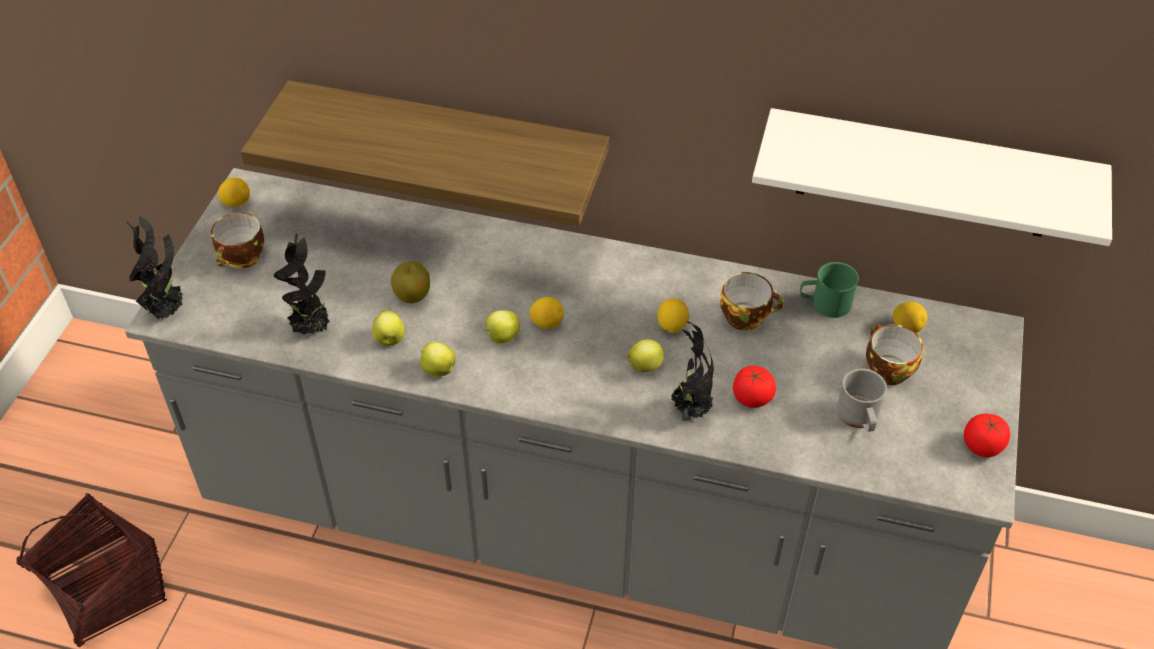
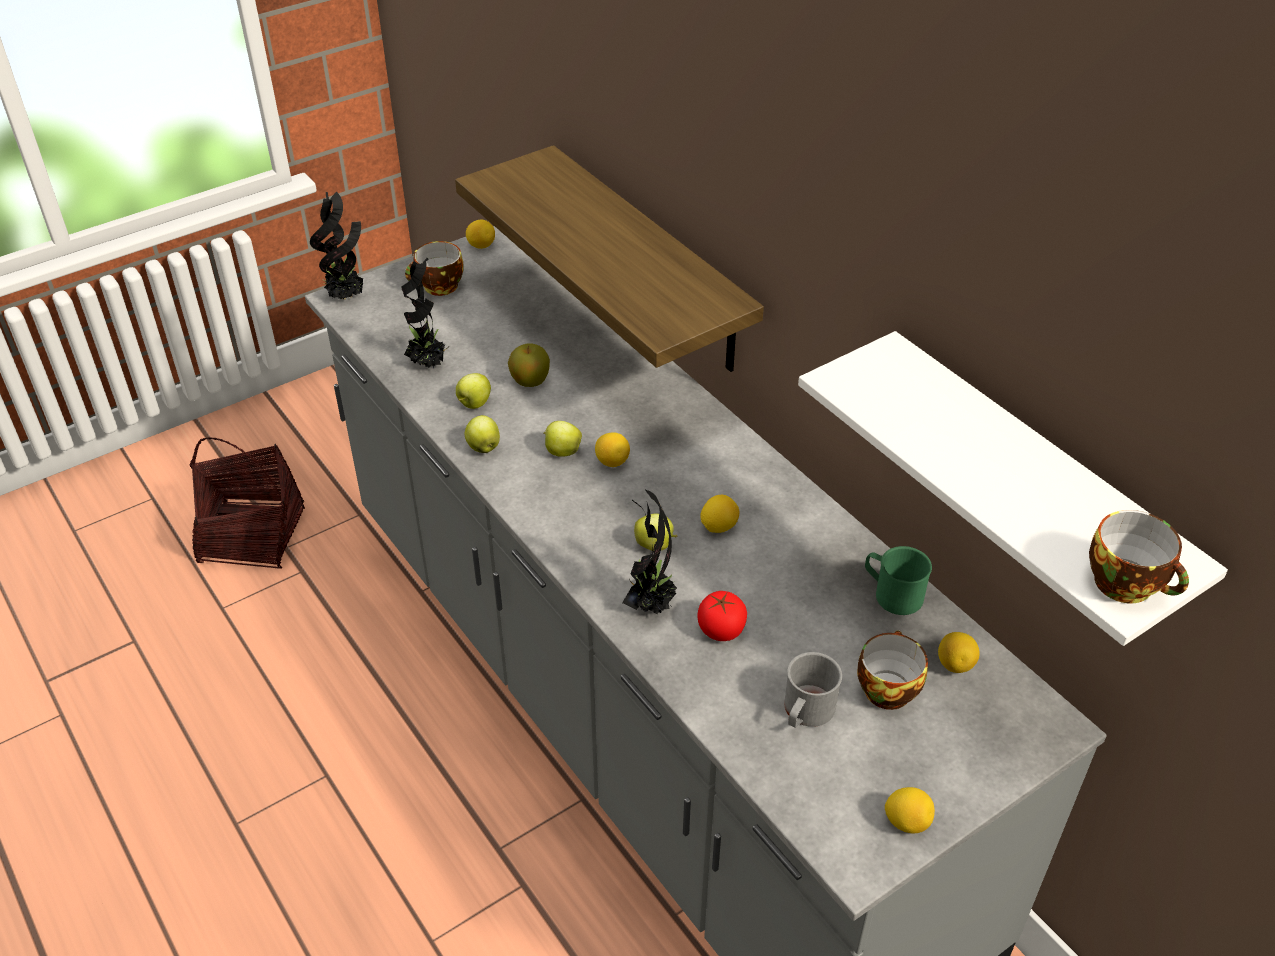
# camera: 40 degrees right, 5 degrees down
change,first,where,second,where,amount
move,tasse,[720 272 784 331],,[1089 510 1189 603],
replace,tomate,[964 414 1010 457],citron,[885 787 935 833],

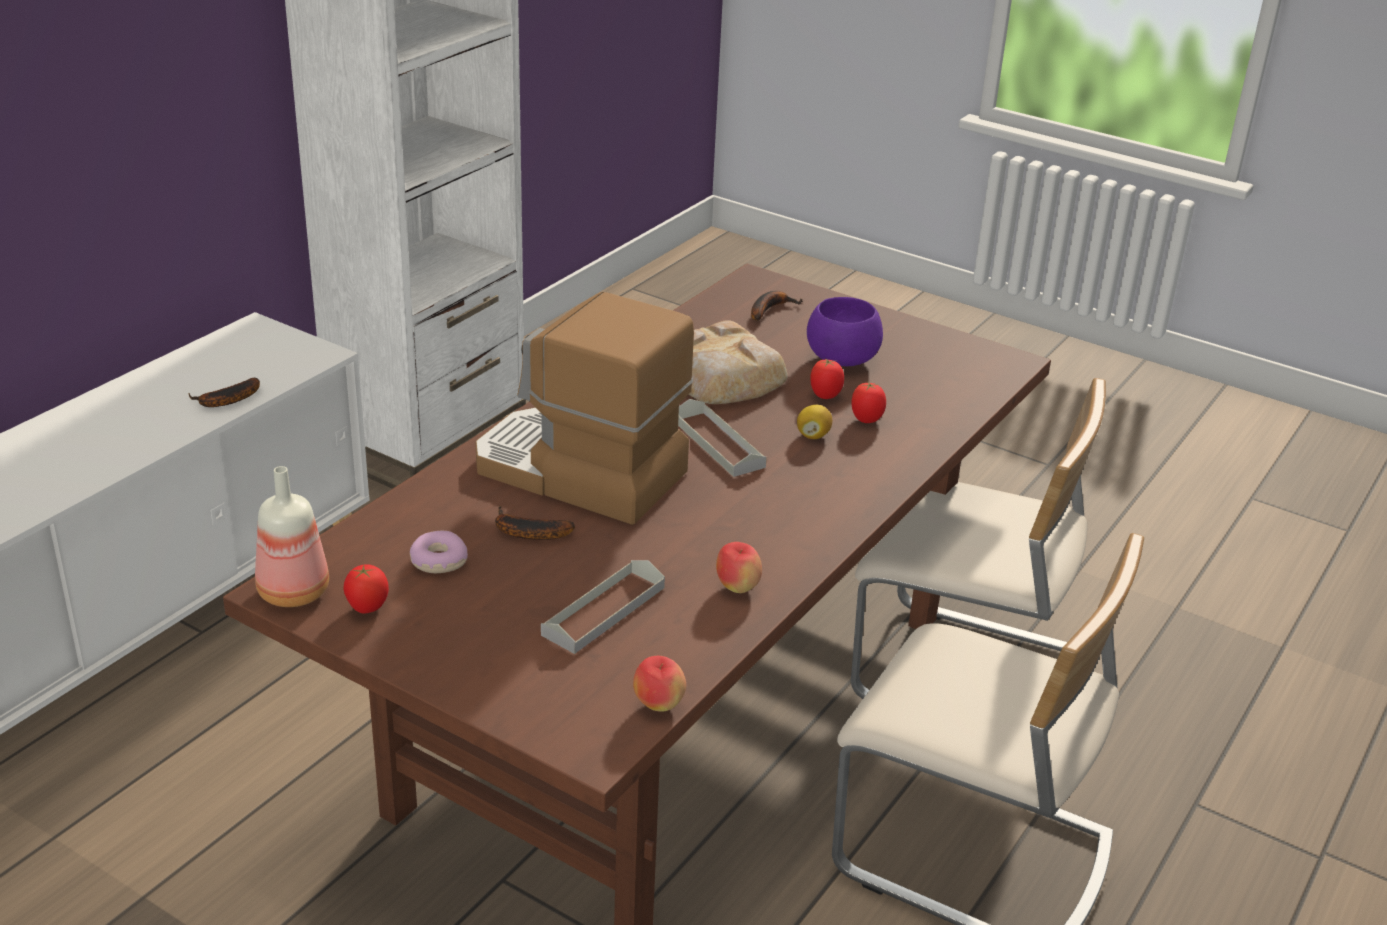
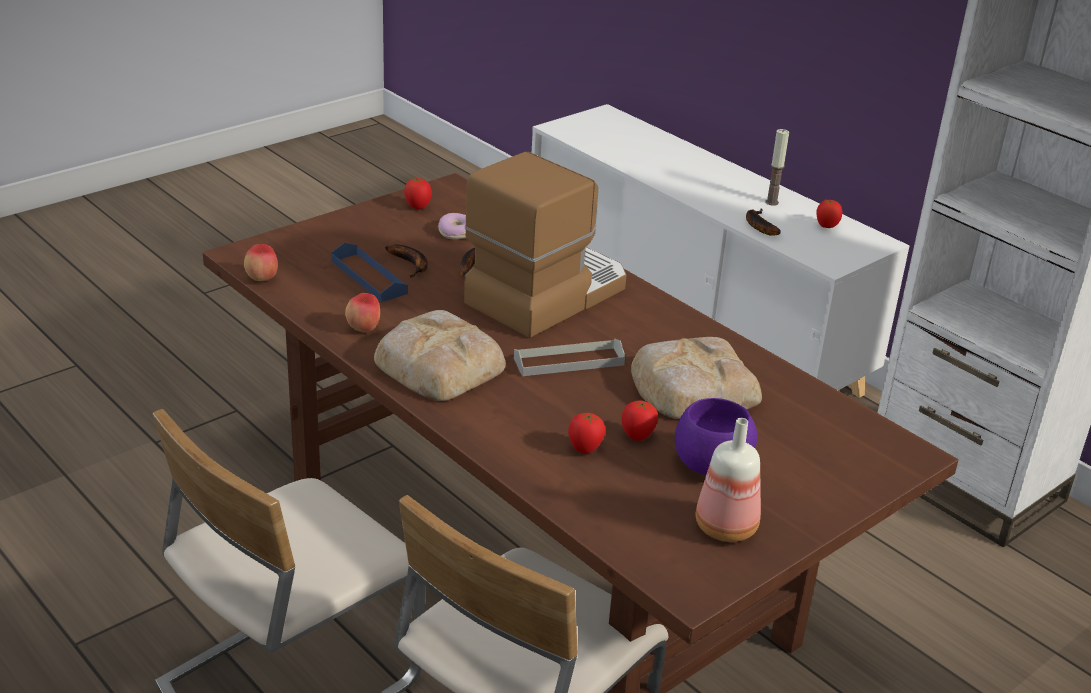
# camera: 105 degrees right, 0 degrees up
change,first,where,second,where,amount
move,bouteille,[255 466 329 607],,[696 418 761 542],
recolor,plateau [gris],[541 560 665 654],plateau [bleu],[331 243 408 302],
move,banane,[751 291 803 321],,[385 244 428 278],
delete,citron,[797 405 832 439],,,
insert,,,pain,[374 310 506 401],
insert,,,bougie,[765 129 789 206],
insert,,,tomate,[816 200 842 228],

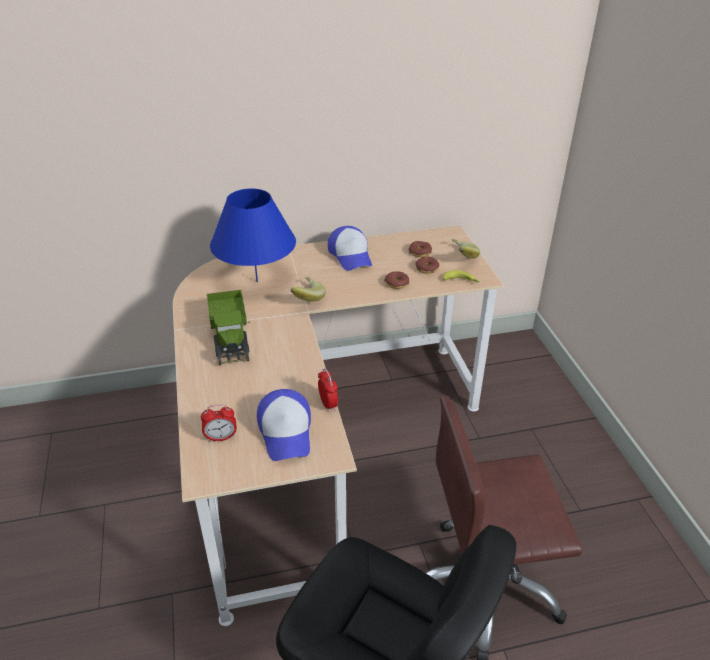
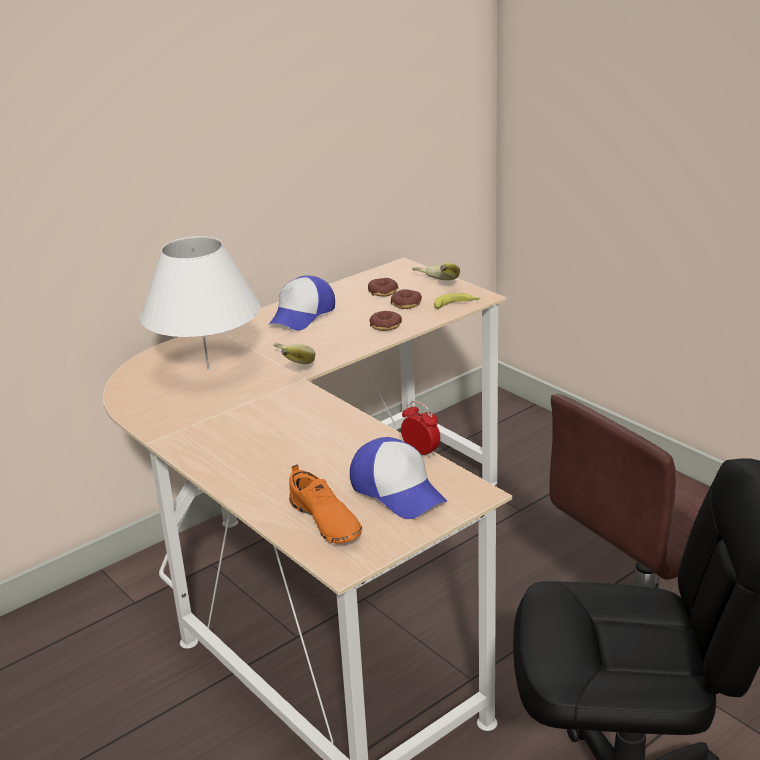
# camera: 25 degrees left, 10 degrees down
change,first,where,second,where,amount
replace,réveil,[201 404 237 442],chaussure [orange],[289 464 362 543],
delete,camion jouet,[207 290 250 365],,,
recolor,lampe de table [bleu],[210 188 296 282],lampe de table [blanc],[140 236 260 370],
rotate,casquette,[328 226 372 271],,[269 275 335 330],75 degrees clockwise

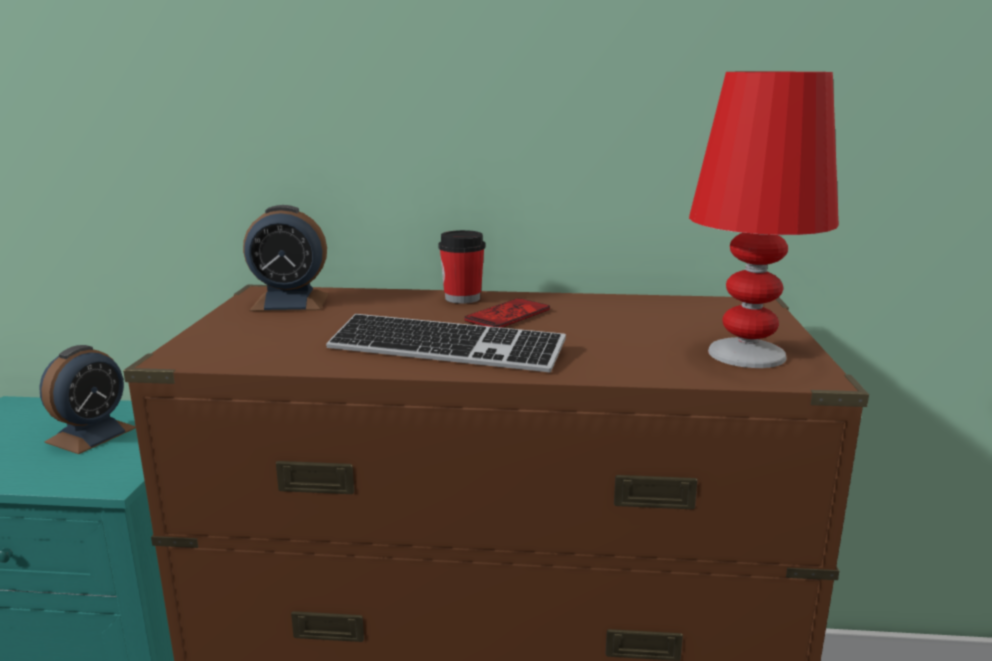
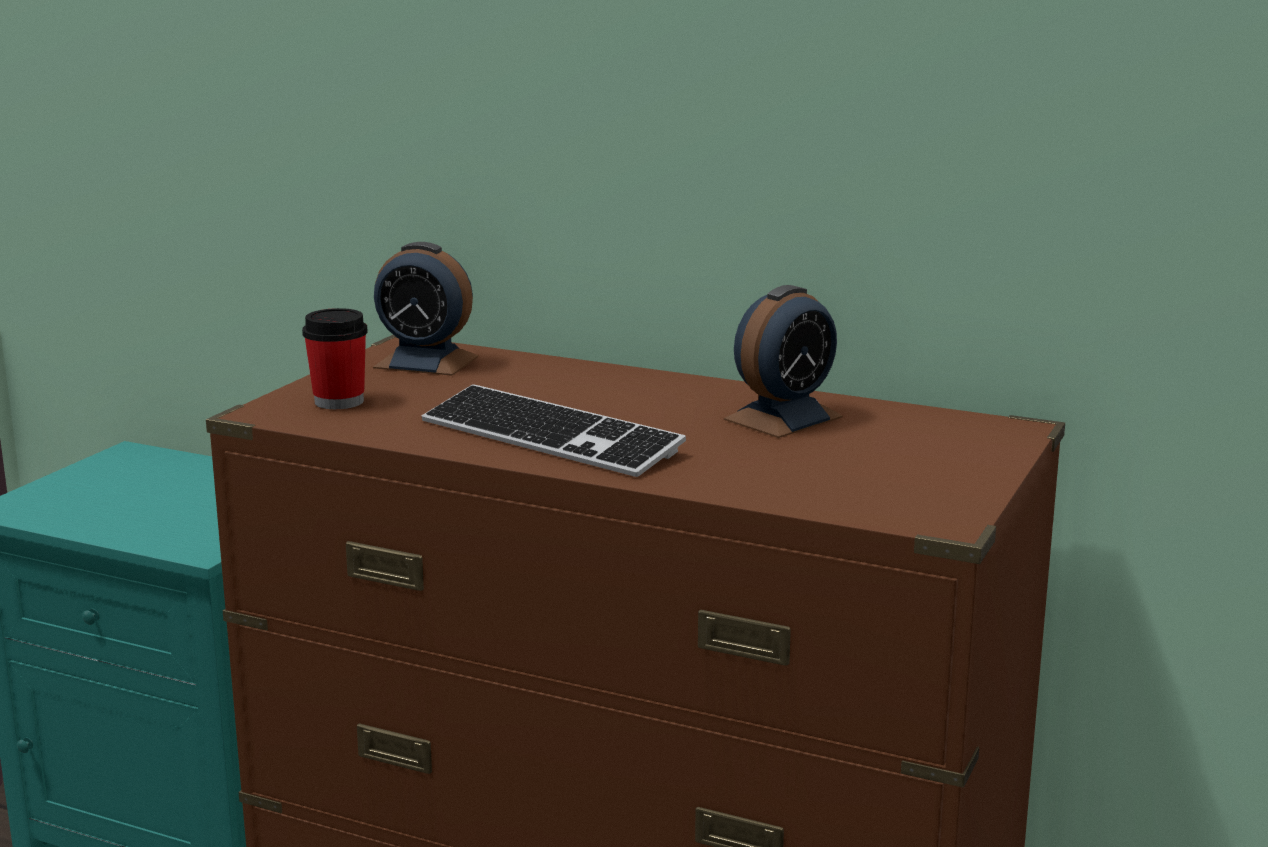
# camera: 20 degrees right, 0 degrees up
change,first,where,second,where,amount
move,réveil,[39 345 136 454],,[724 285 843 438],
move,tasse,[438 230 485 304],,[302 308 368 409],
delete,téléphone,[464 298 550 328],,,
delete,lampe de table [rouge],[689 72 839 368],,,

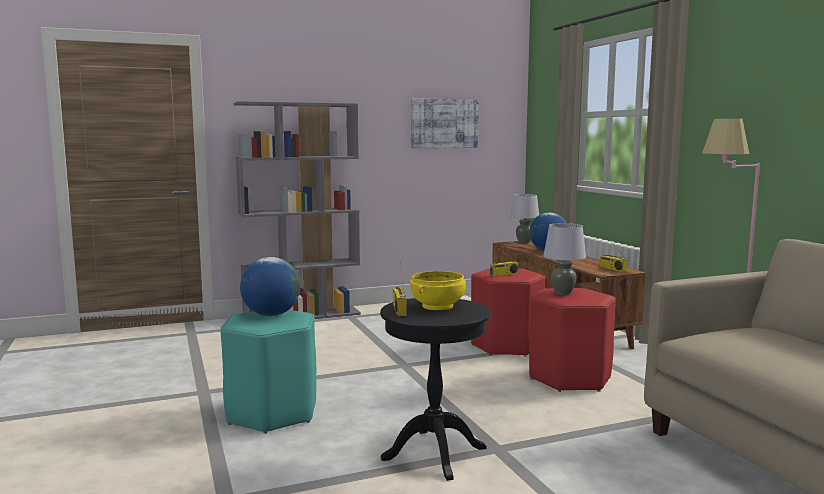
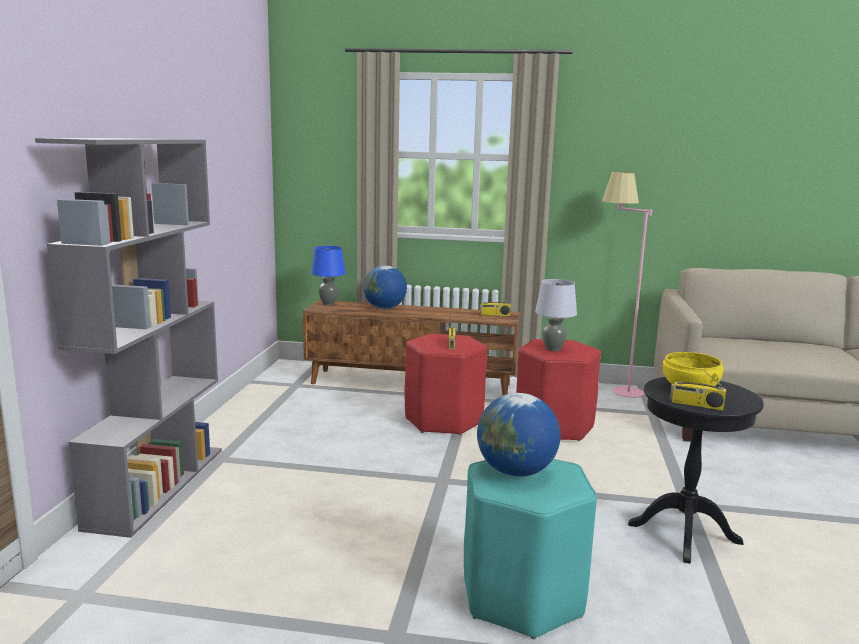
# camera: 60 degrees left, 5 degrees up
change,first,where,second,where,amount
delete,tableau,[411 98 479 148],,,
recolor,lampe de table [gris],[510 194 539 244],lampe de table [bleu],[311 246 346 305],

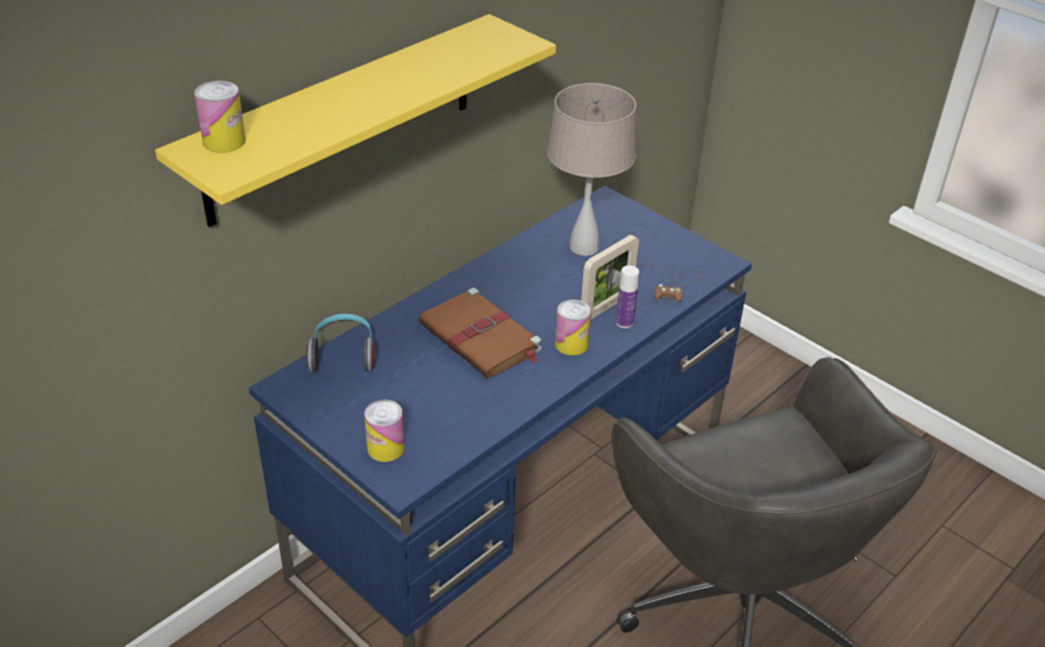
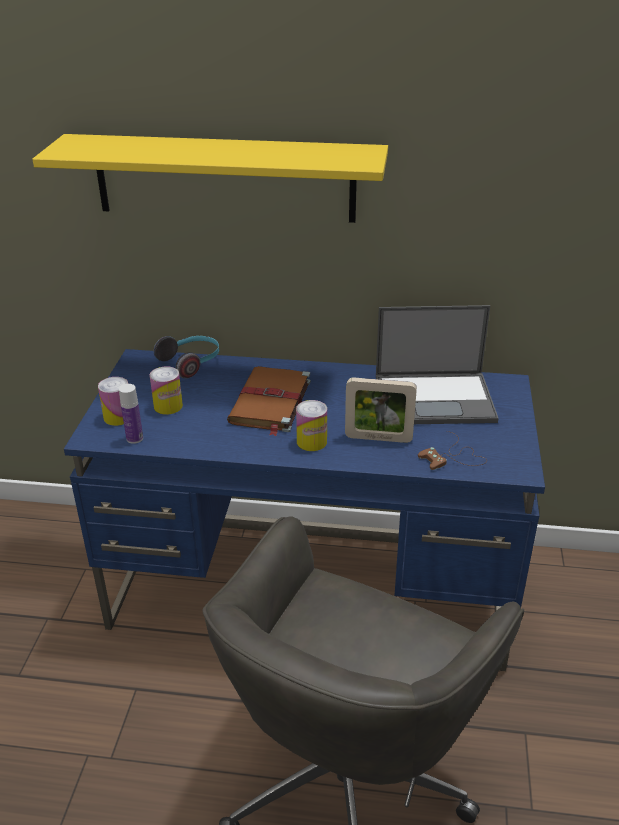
# camera: 55 degrees right, 5 degrees down
change,first,where,second,where,amount
move,boîte métallique,[194 81 246 153],,[150 366 183 415],
replace,lampe de table [beige],[547 83 636 256],ordinateur portable,[376 305 499 424],
move,bouteille,[616 265 639 328],,[119 384 143 444],

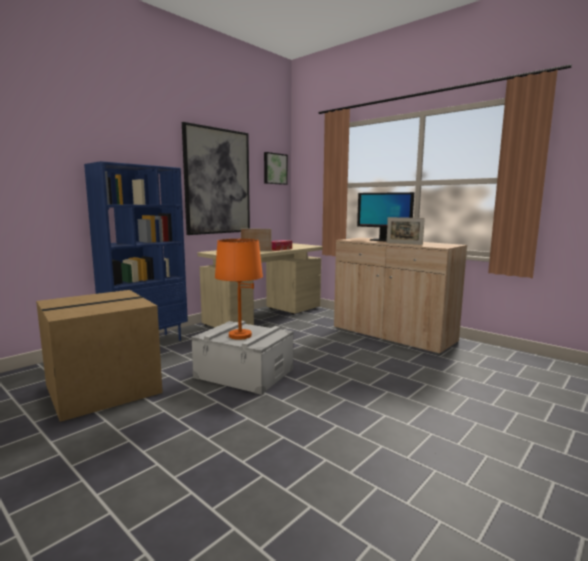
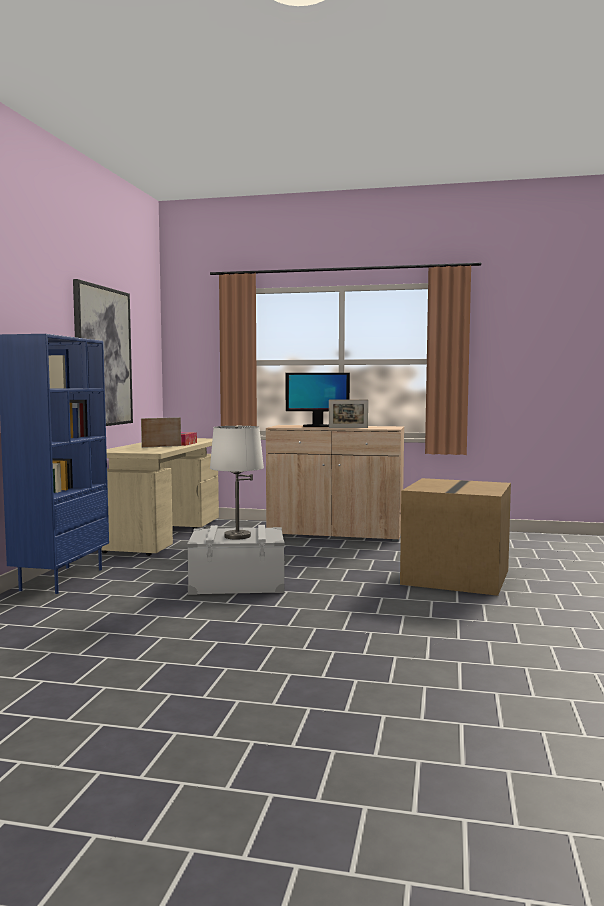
# camera: 30 degrees left, 5 degrees down
change,first,where,second,where,amount
move,carton,[36 290 163 422],,[400 478 511 596],
recolor,lampe de table [orange],[215 239 263 340],lampe de table [blanc],[210 425 264 540],
delete,tableau,[264 152 288 185],,,

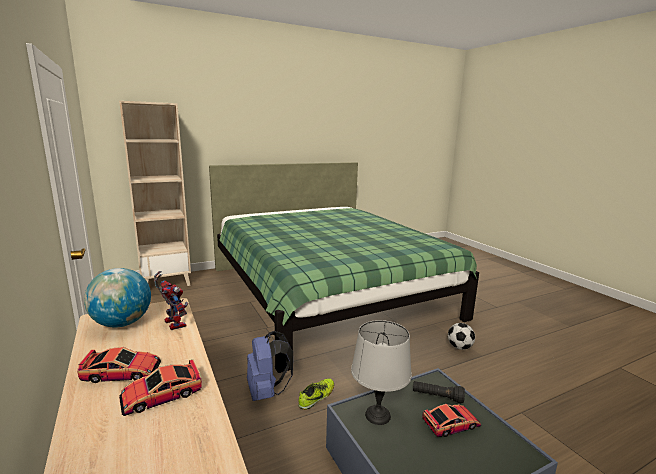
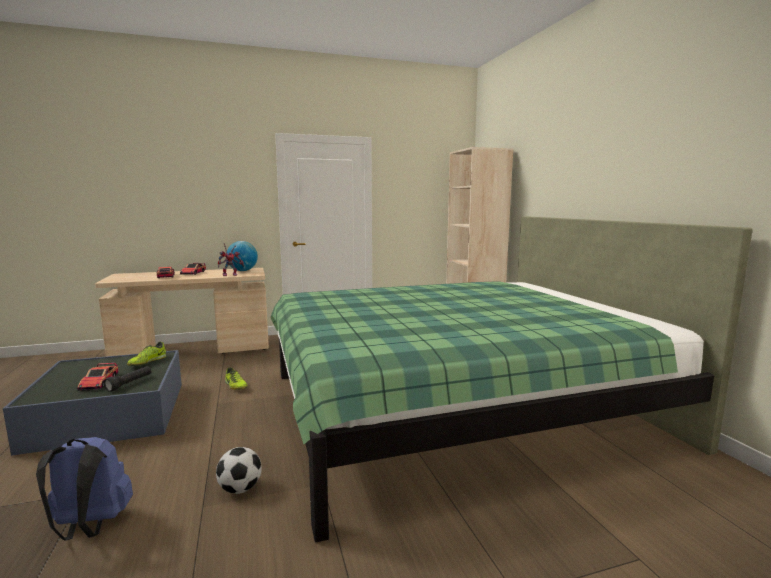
# camera: 100 degrees right, 5 degrees down
change,first,where,second,where,amount
move,sac à dos [bleu],[247 331 293 401],,[36 437 133 541],
replace,lampe de table [gris],[351 320 412 425],chaussure,[127 342 166 366],

